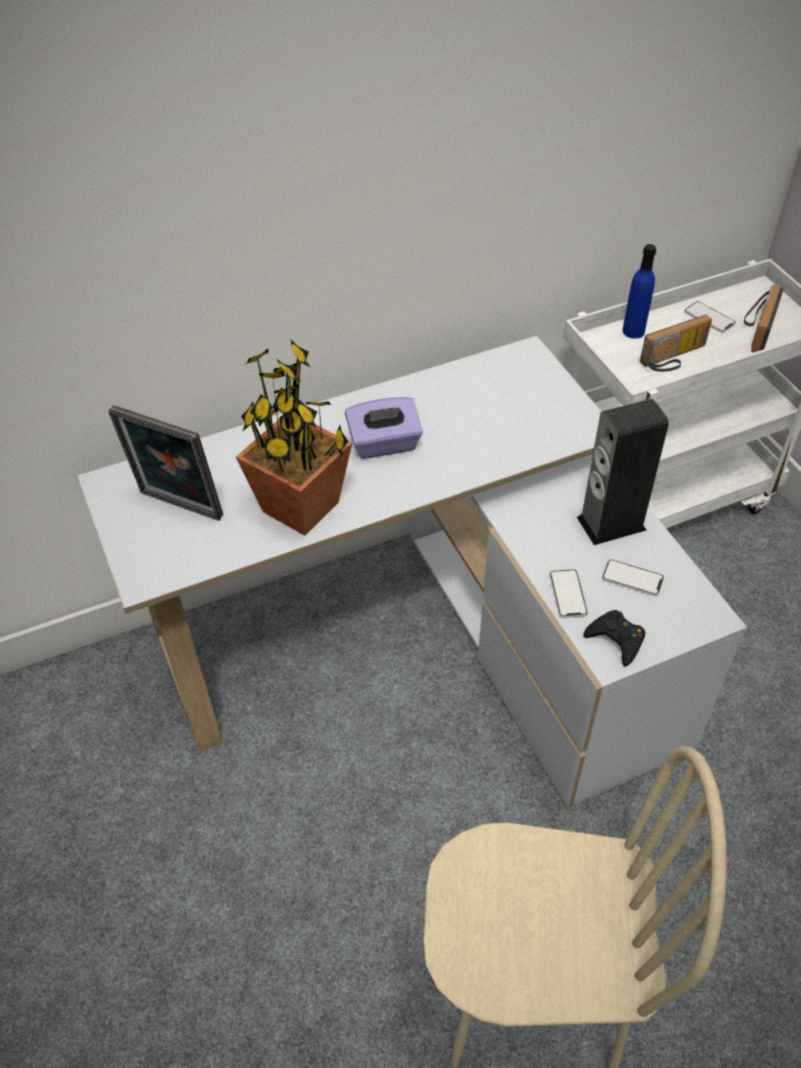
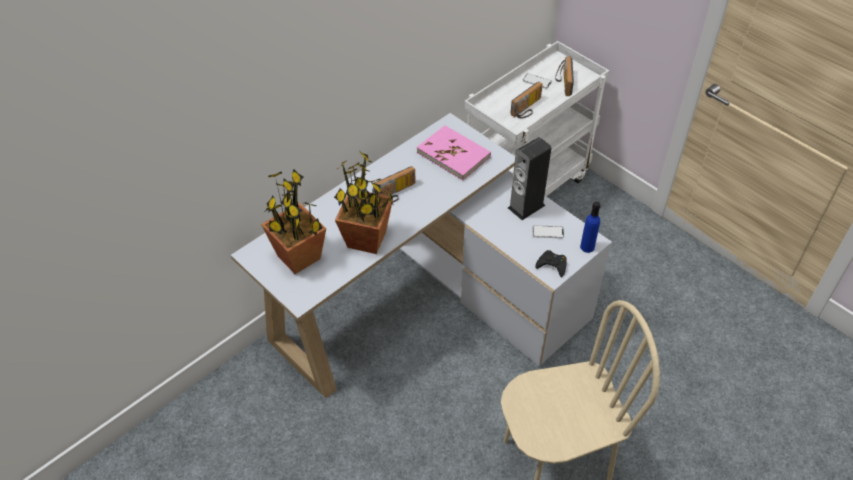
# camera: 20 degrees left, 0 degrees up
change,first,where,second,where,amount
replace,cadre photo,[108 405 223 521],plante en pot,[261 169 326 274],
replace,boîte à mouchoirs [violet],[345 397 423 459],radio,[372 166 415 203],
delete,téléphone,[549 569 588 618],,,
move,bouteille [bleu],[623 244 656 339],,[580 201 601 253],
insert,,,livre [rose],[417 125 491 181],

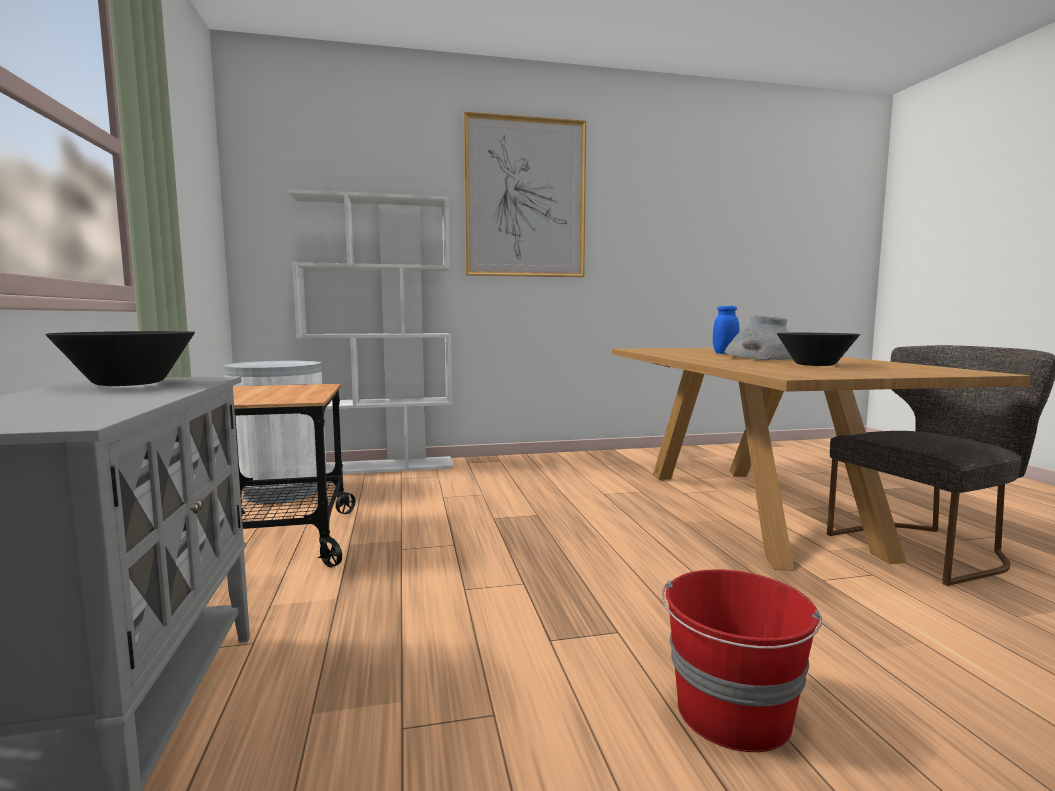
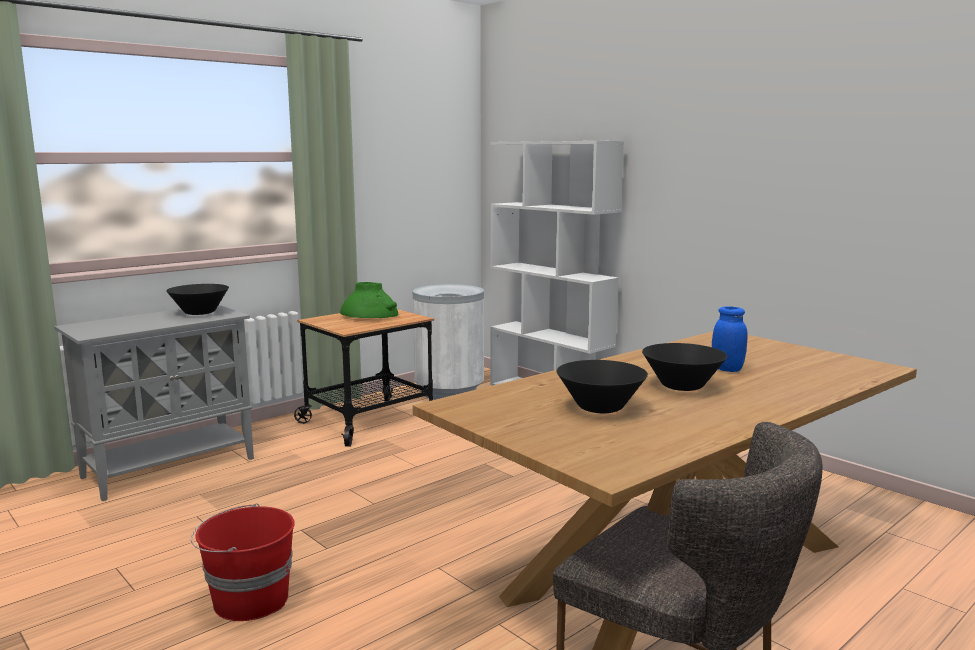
# camera: 60 degrees right, 5 degrees up
change,first,where,second,where,amount
delete,tableau,[464 111 586 277],,,
replace,vase [gris],[724 315 792 360],bol [noir],[642 343 727 391],
insert,,,vase [vert],[340 282 398 318],

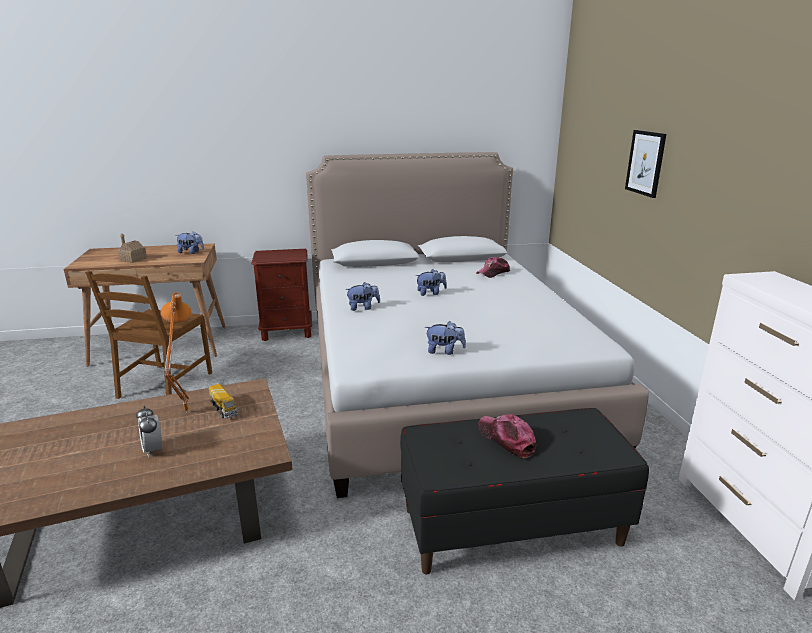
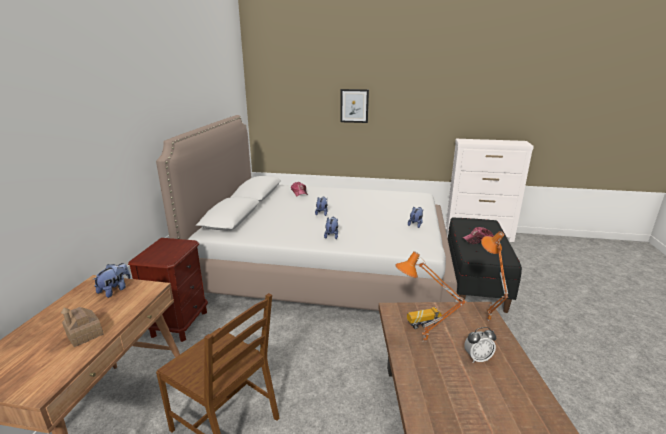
# camera: 70 degrees left, 0 degrees up
change,first,where,second,where,amount
insert,,,lampe de table [orange],[481 231 508 321],

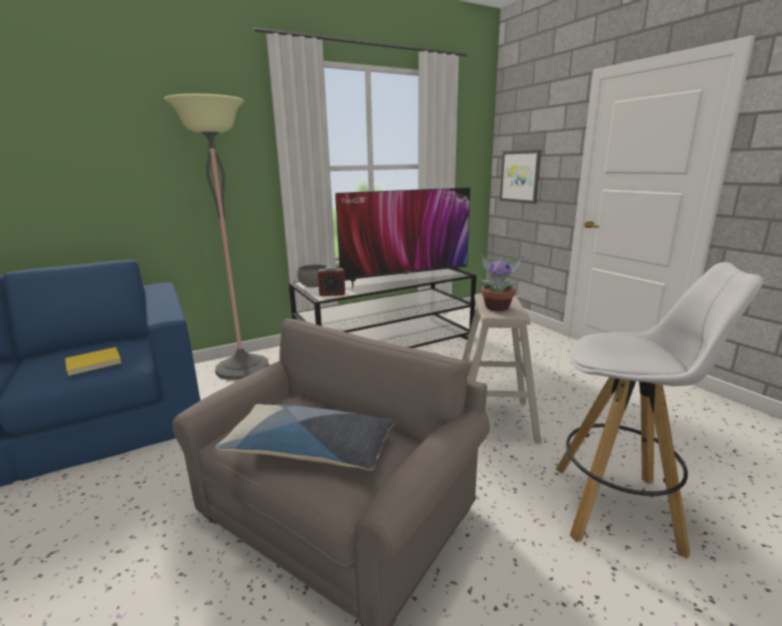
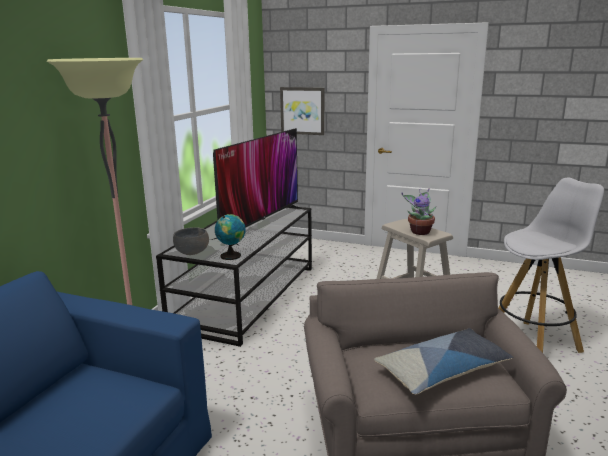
# camera: 40 degrees left, 0 degrees up
change,first,where,second,where,amount
delete,livre [jaune],[65 347 121 376],,,
replace,réveil,[318 267 345 296],globe,[215 214 245 260],

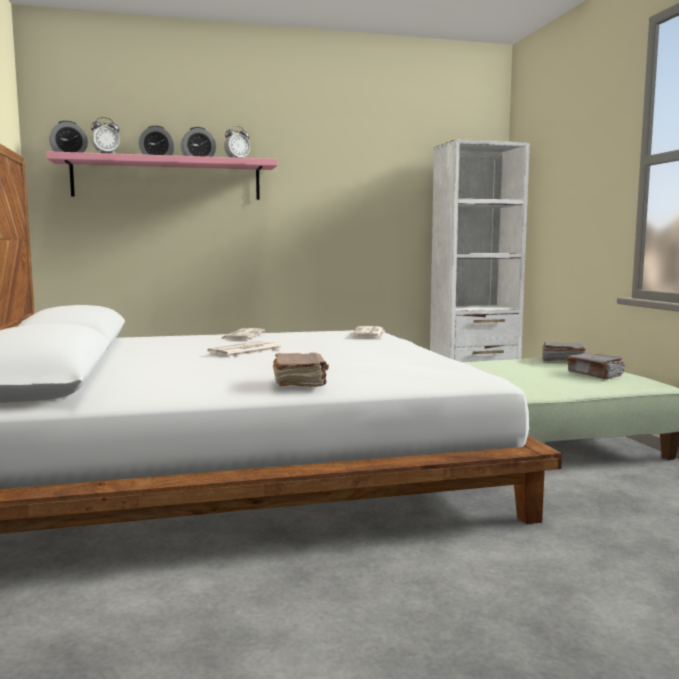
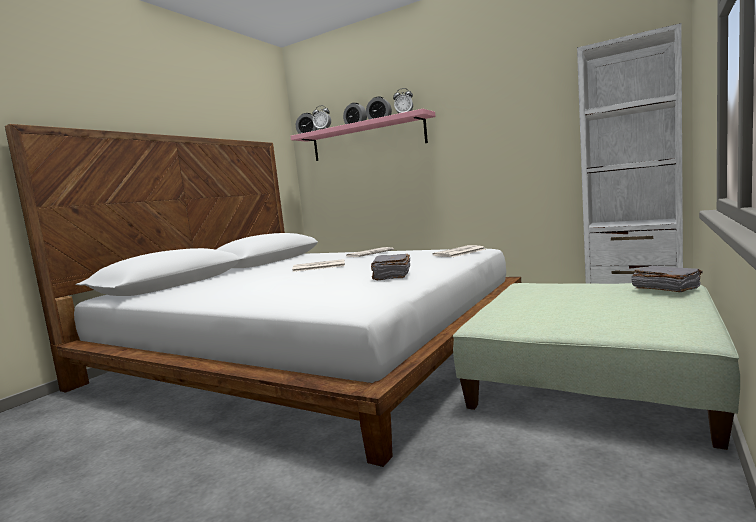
# camera: 45 degrees right, 0 degrees up
change,first,where,second,where,amount
delete,livre [marron],[273 353 329 387],,,
move,livre [gris],[566 353 625 379],,[371 254 410 280],

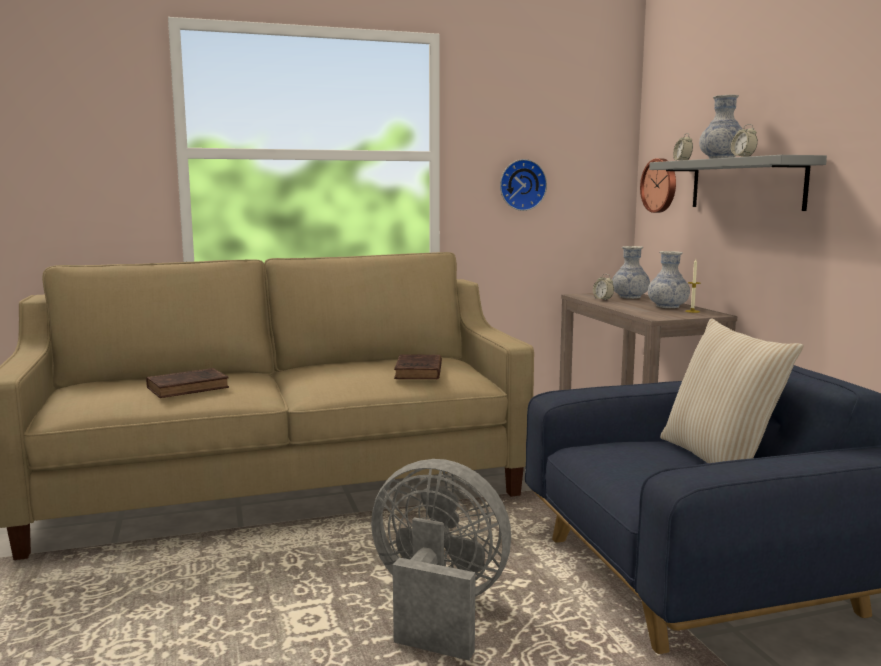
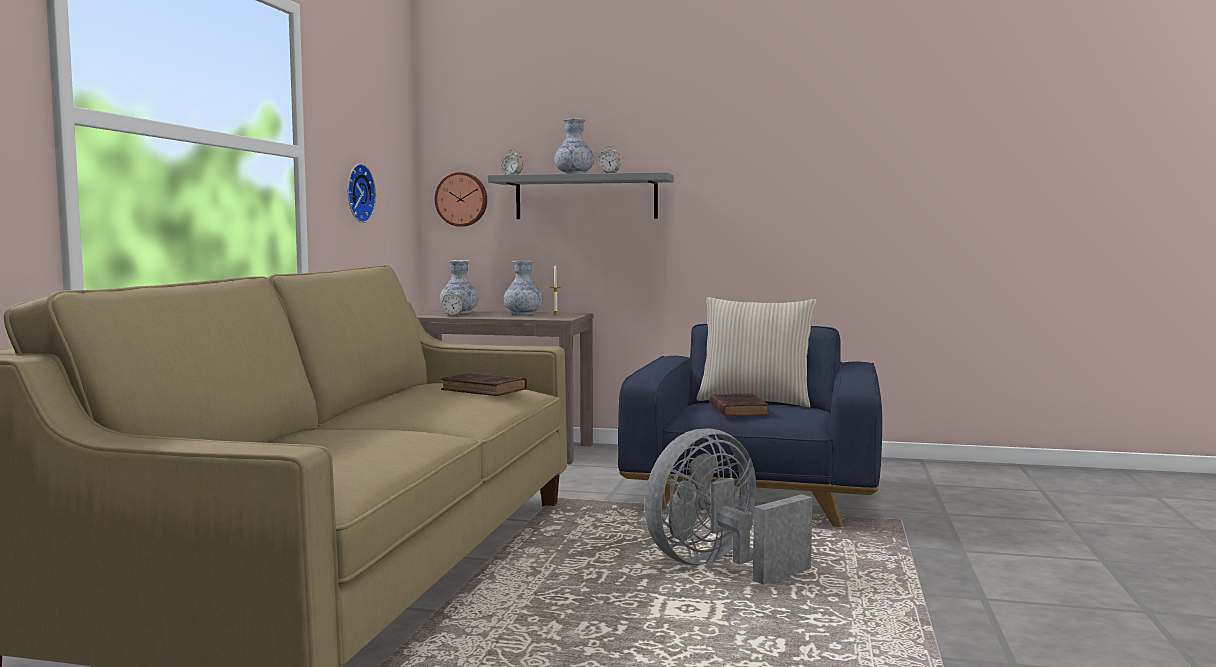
# camera: 60 degrees left, 5 degrees down
change,first,where,second,where,amount
move,livre [marron],[146 368 229 398],,[709 394 769 417],

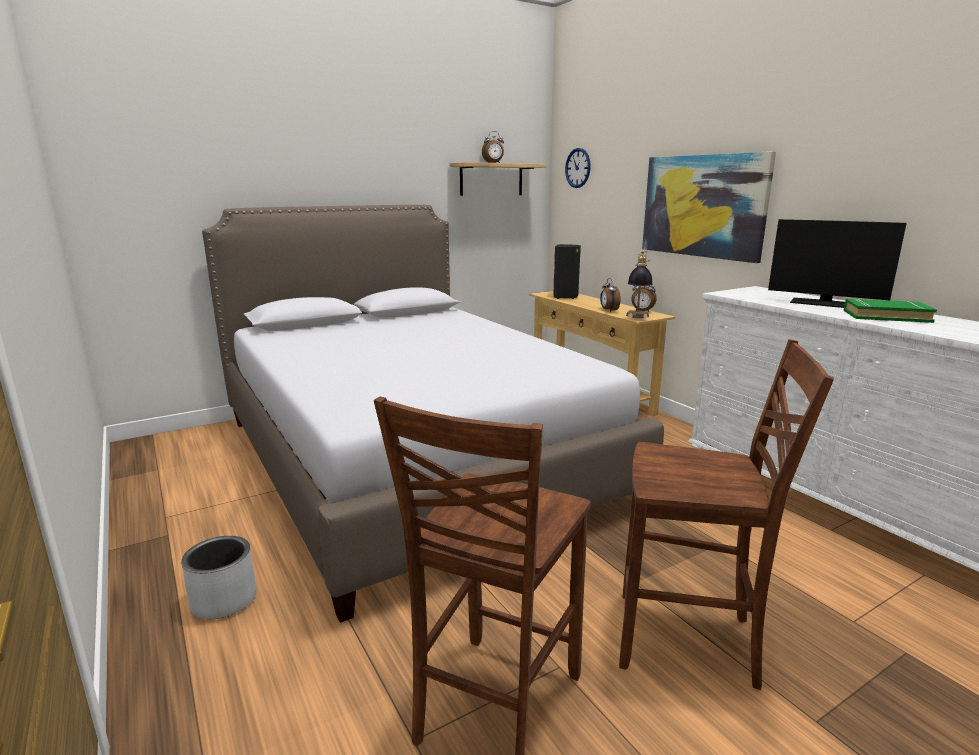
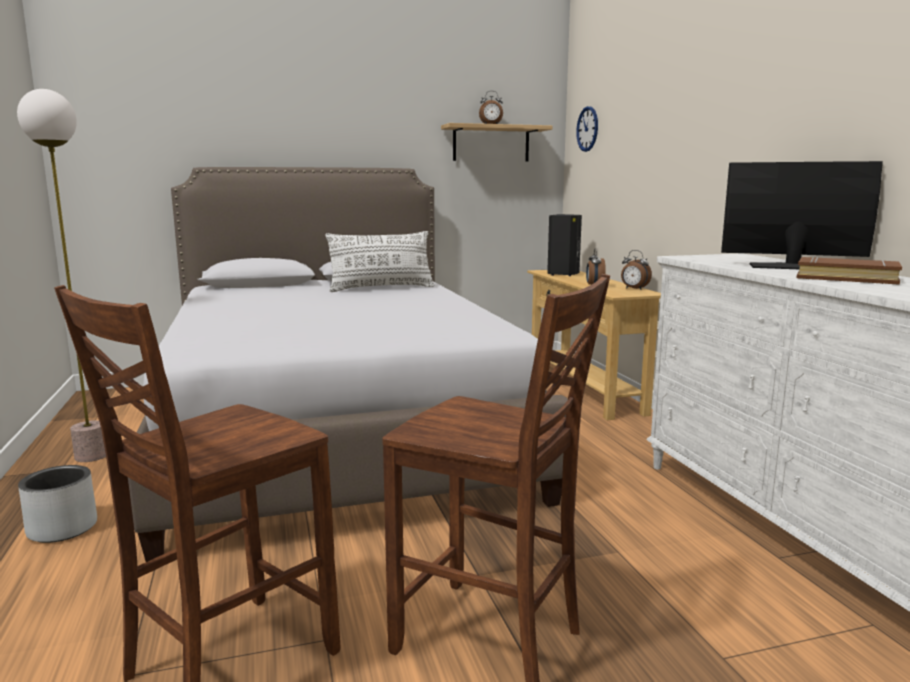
# camera: 15 degrees right, 5 degrees down
change,first,where,second,where,amount
delete,lampe de table,[626 250 653 318],,,
delete,tableau,[642 151 776 263],,,
rotate,écran d'ordinateur,[768 219 907 308],,[721 161 883 269],150 degrees clockwise
recolor,livre [vert],[843 298 937 323],livre [marron],[797 257 902 285],
insert,,,lampadaire,[17 89 106 462],
insert,,,coussin [blanc],[326 231 434 292],

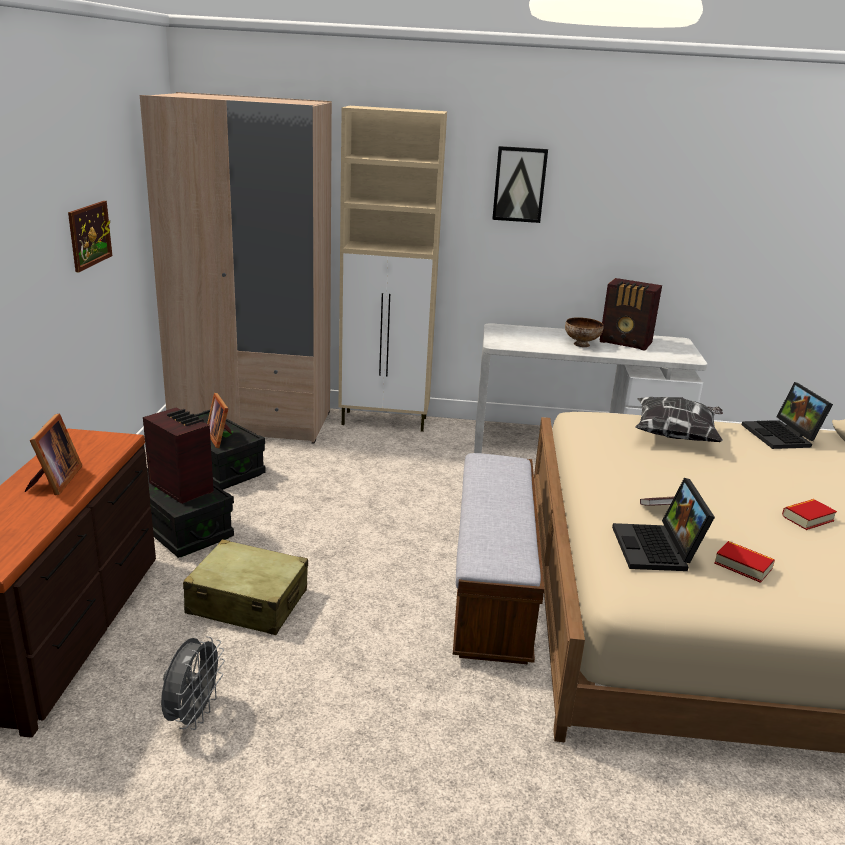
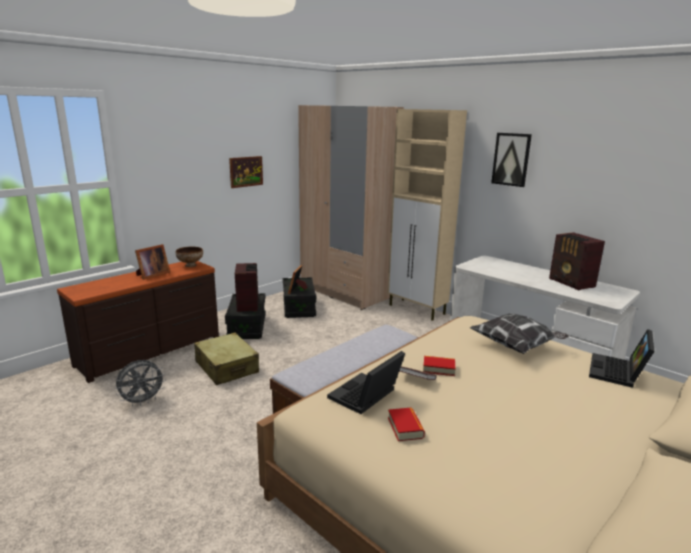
# camera: 40 degrees right, 5 degrees down
change,first,where,second,where,amount
move,bol,[565 317 603 347],,[176 247 203 267],
move,livre,[782 499 837 530],,[423 356 455 376],

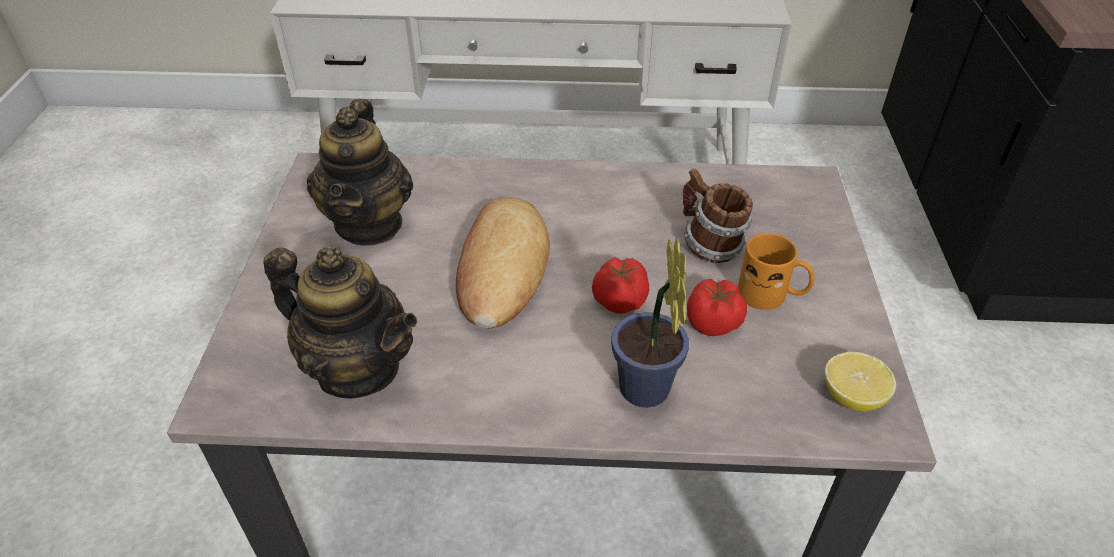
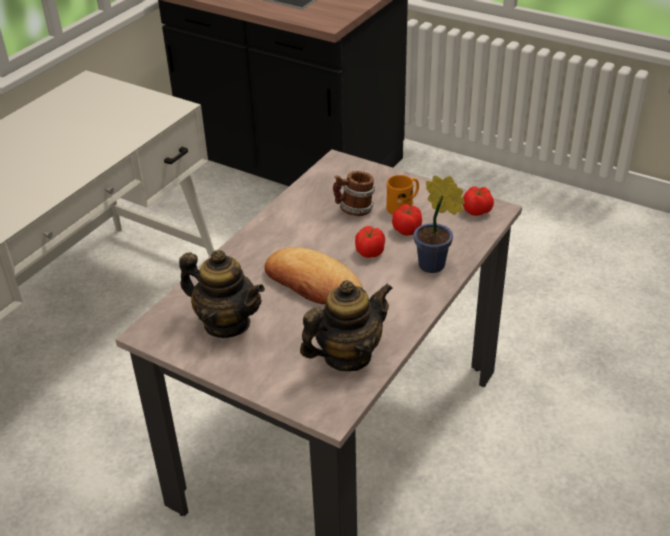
# camera: 60 degrees left, 5 degrees down
change,first,where,second,where,amount
replace,citron,[825 352 896 412],tomate,[463 186 494 216],

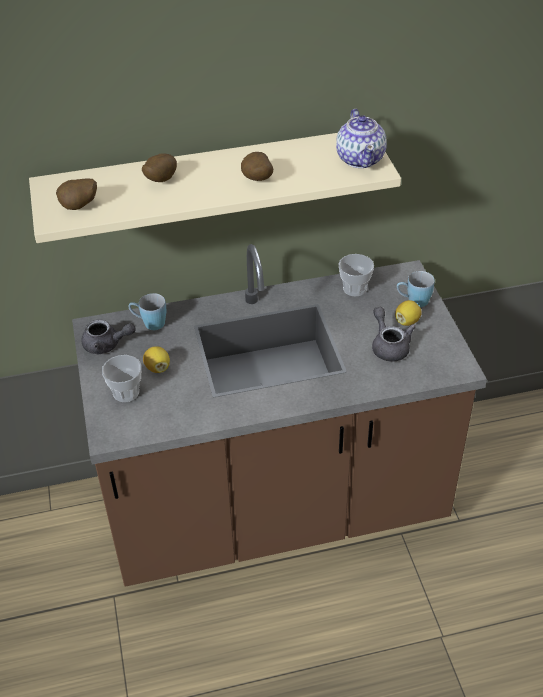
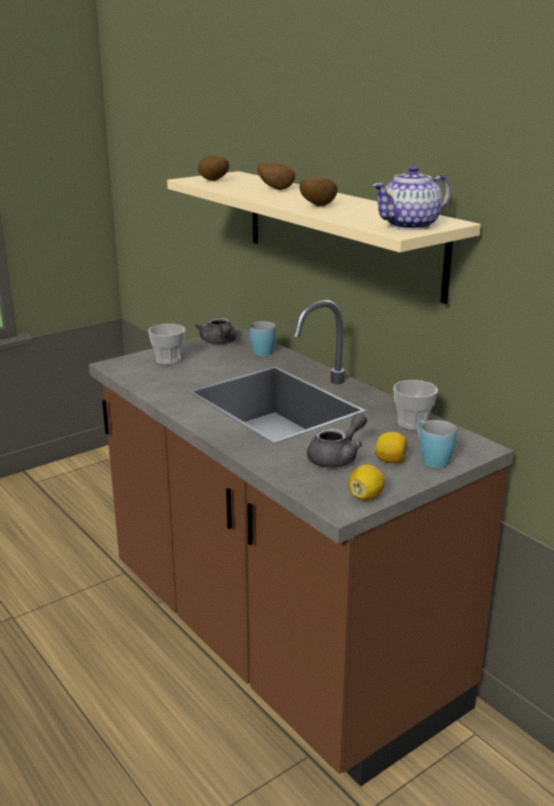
# camera: 65 degrees right, 20 degrees down
change,first,where,second,where,amount
move,citron,[143 347 170 373],,[348 464 385 500],

